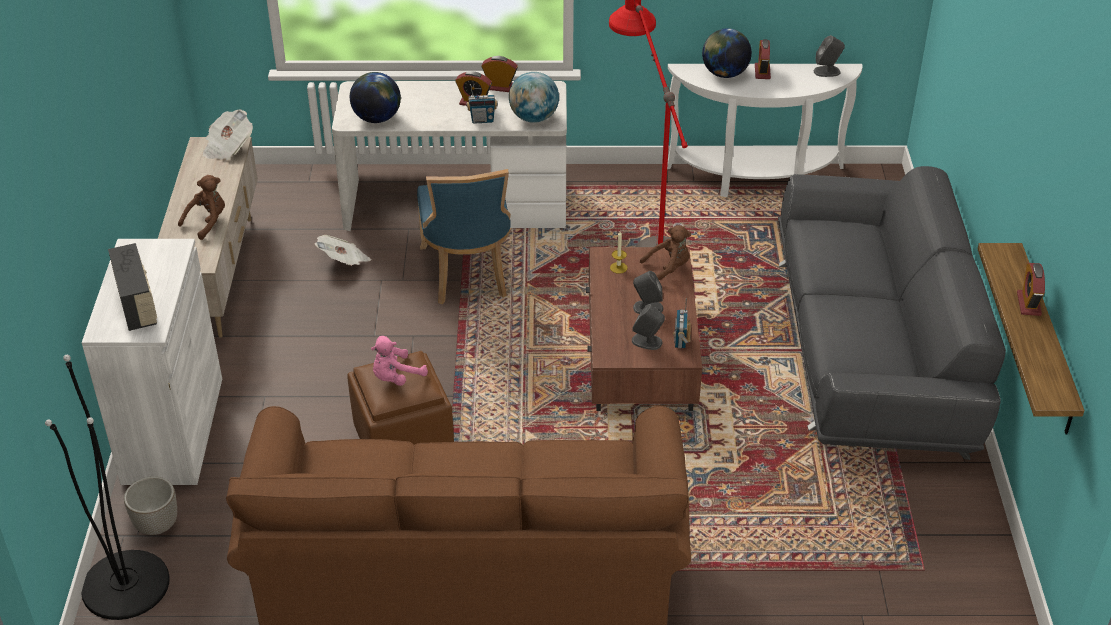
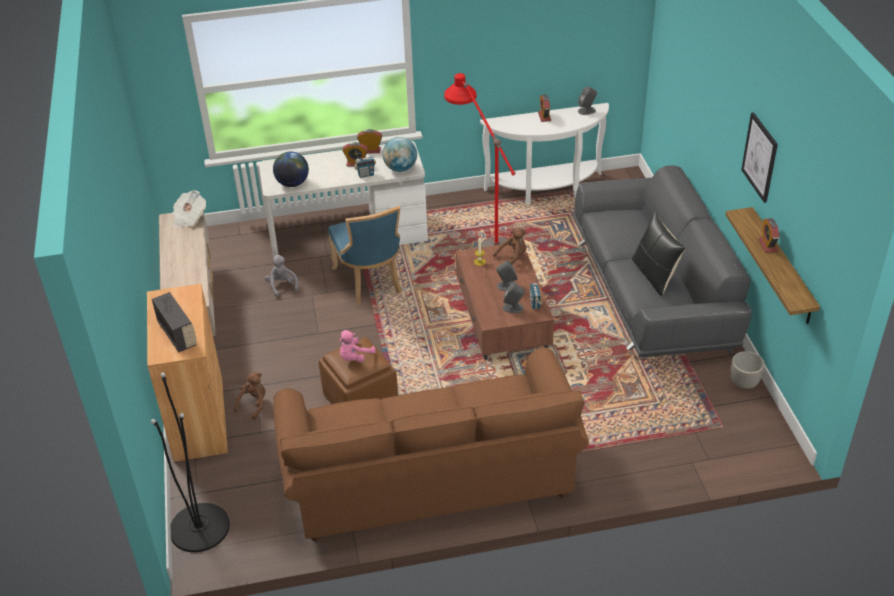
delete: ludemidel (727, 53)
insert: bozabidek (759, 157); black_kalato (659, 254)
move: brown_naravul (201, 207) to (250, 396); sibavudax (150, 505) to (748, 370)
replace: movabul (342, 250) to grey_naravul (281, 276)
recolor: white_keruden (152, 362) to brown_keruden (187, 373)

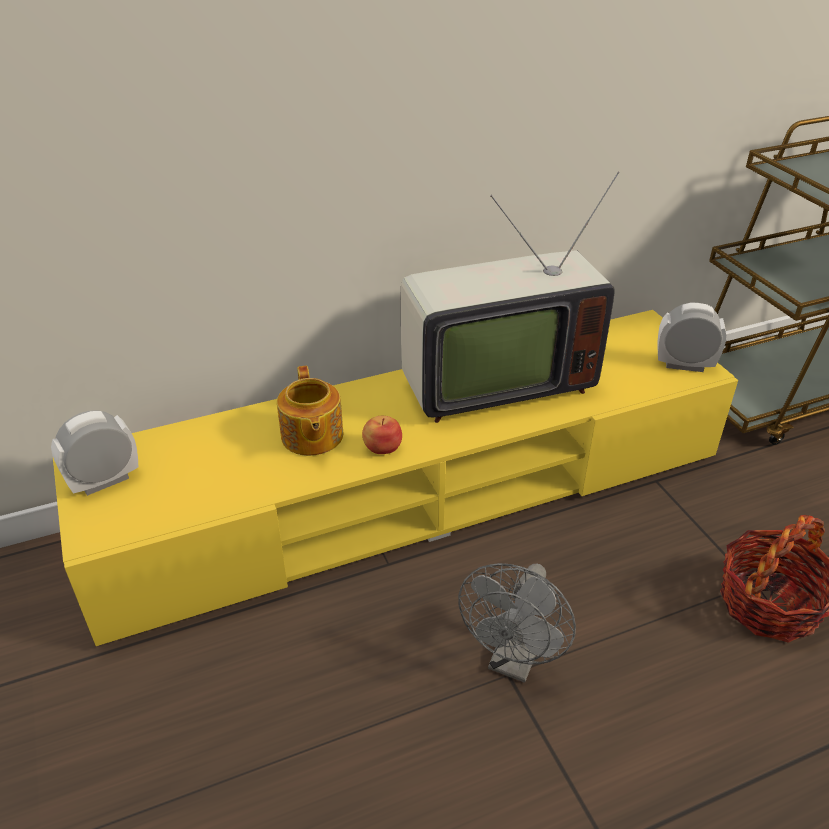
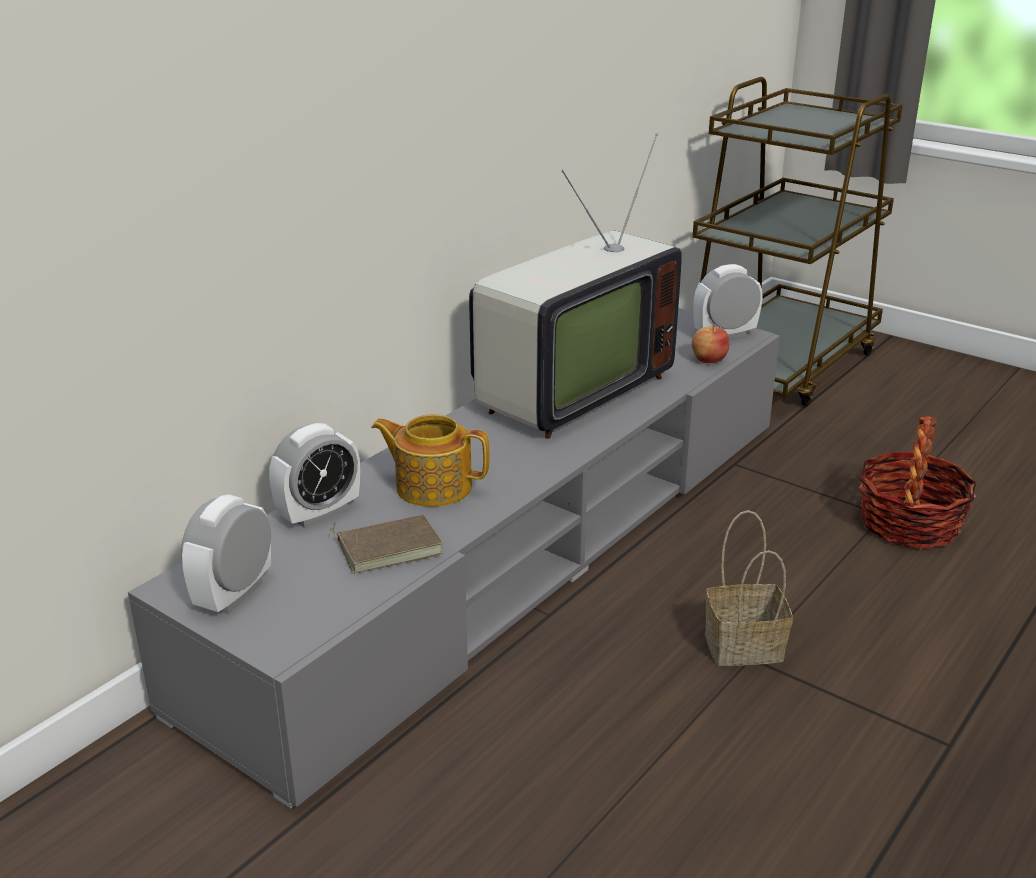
insert: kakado (314, 475); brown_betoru (388, 544)
move: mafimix (382, 435) to (710, 344)
replace: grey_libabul (517, 623) to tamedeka (749, 588)
recolor: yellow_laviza (395, 478) to grey_laviza (454, 558)
rotate: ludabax (310, 411) = (430, 460) 150 degrees clockwise

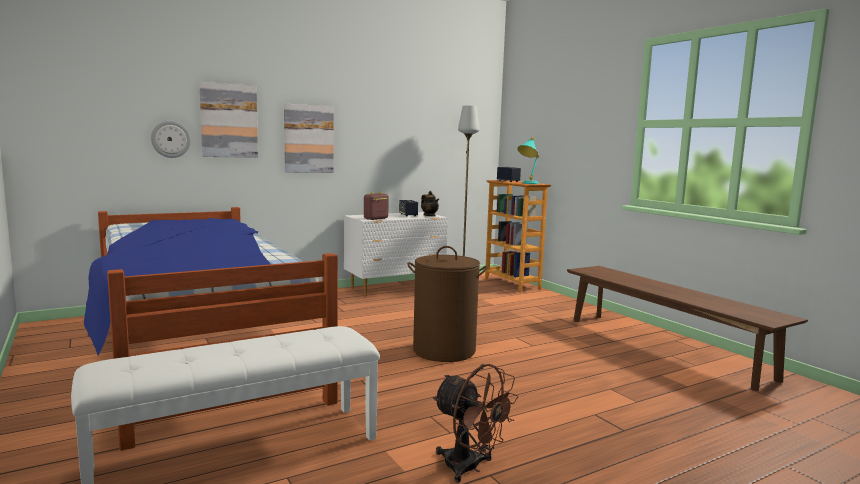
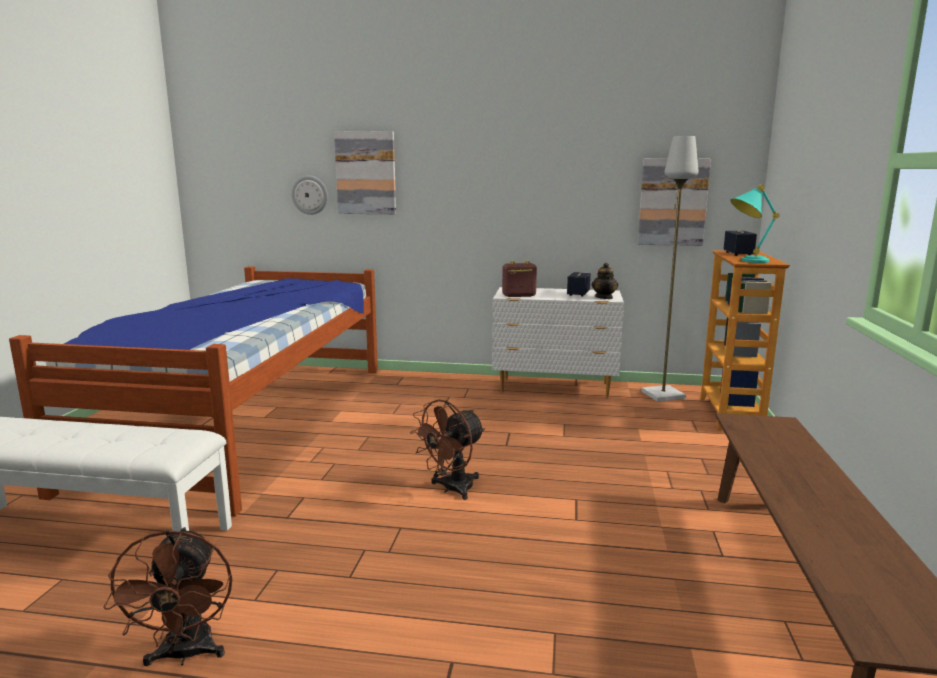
move: bozabidek (309, 138) to (674, 202)
replace: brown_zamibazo (447, 304) to brown_libabul (447, 449)

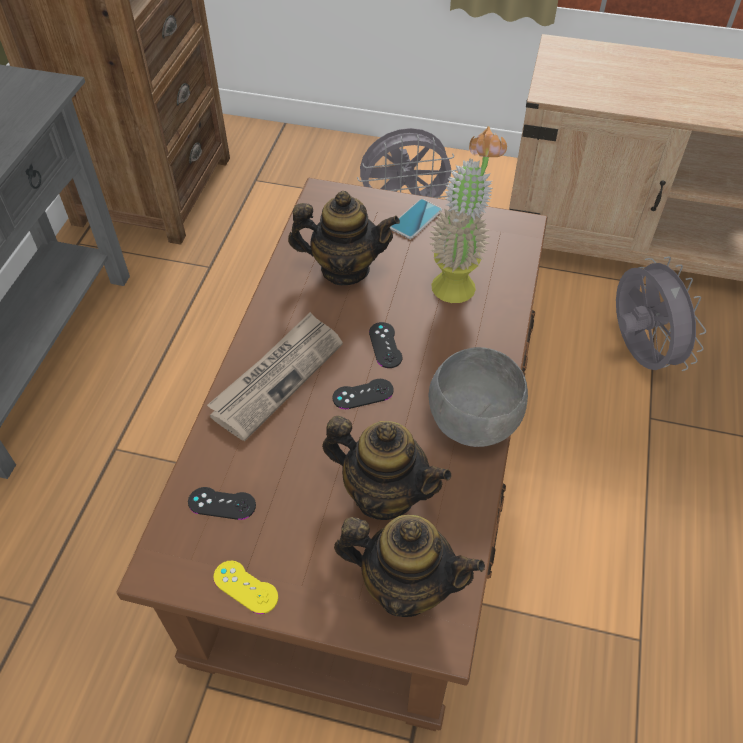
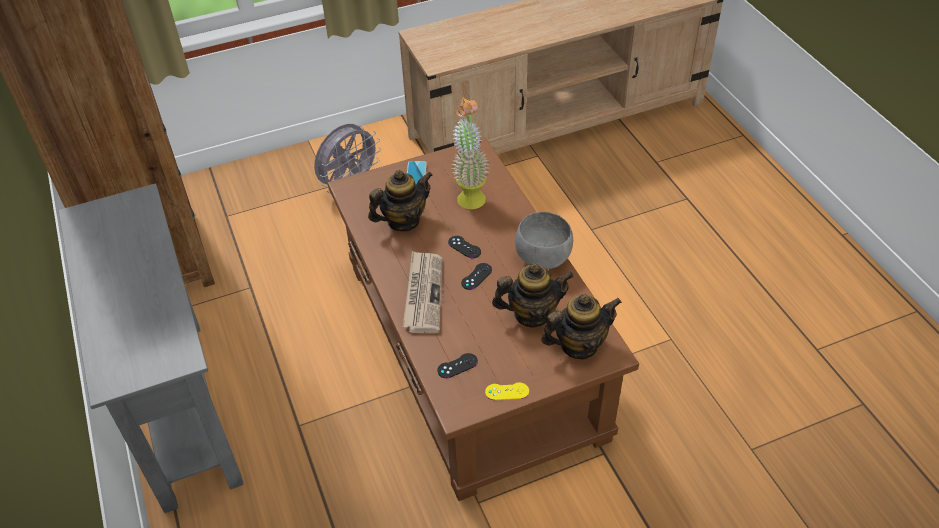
delete: grey_libabul (661, 314)

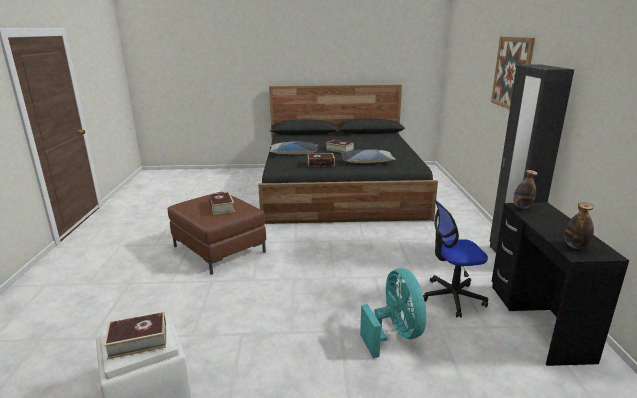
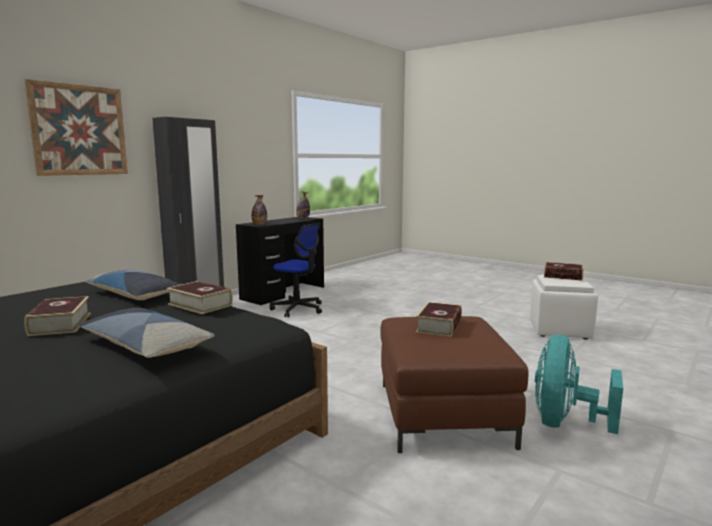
move: turquoise_libabul (393, 313) to (579, 384)

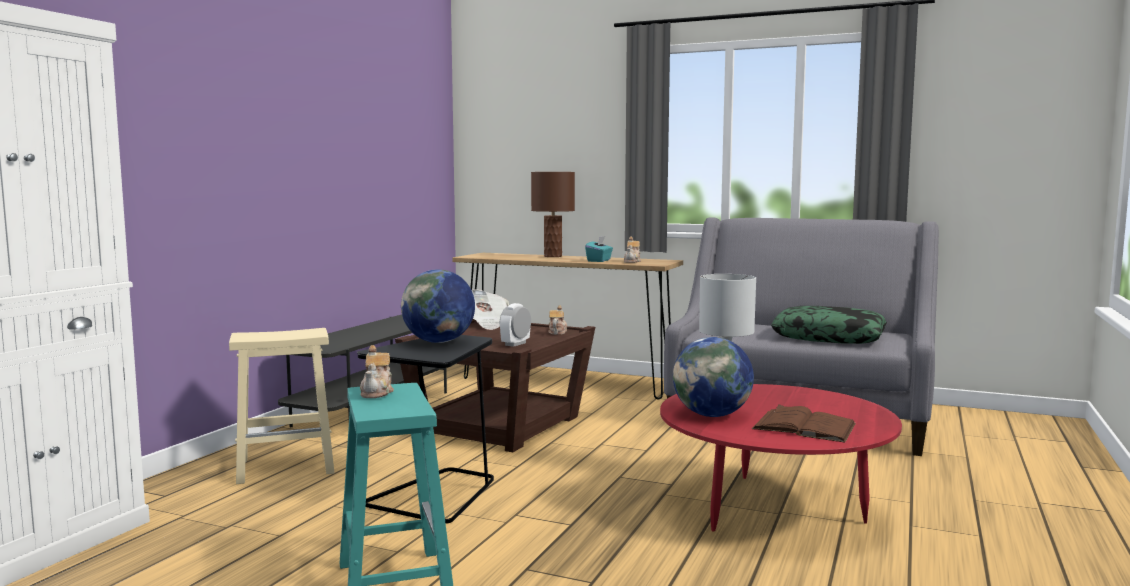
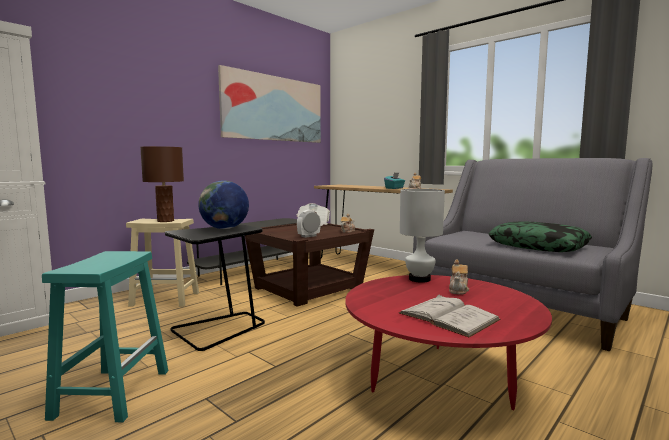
delete: ludemidel (713, 377)
insert: bozabidek (269, 104)
move: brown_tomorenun (553, 214) to (162, 184); ludabax (377, 371) to (459, 277)
recolor: brown_betoru (804, 423) to white_betoru (450, 316)

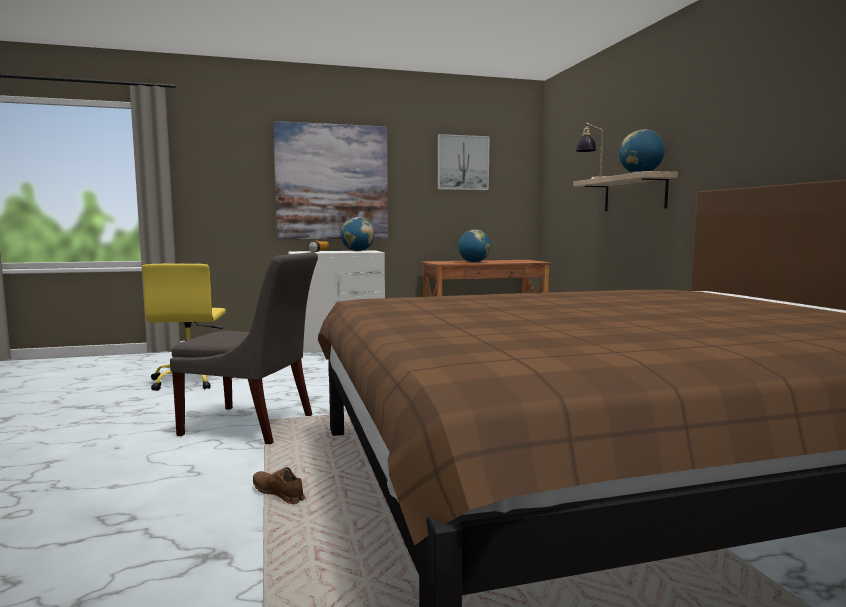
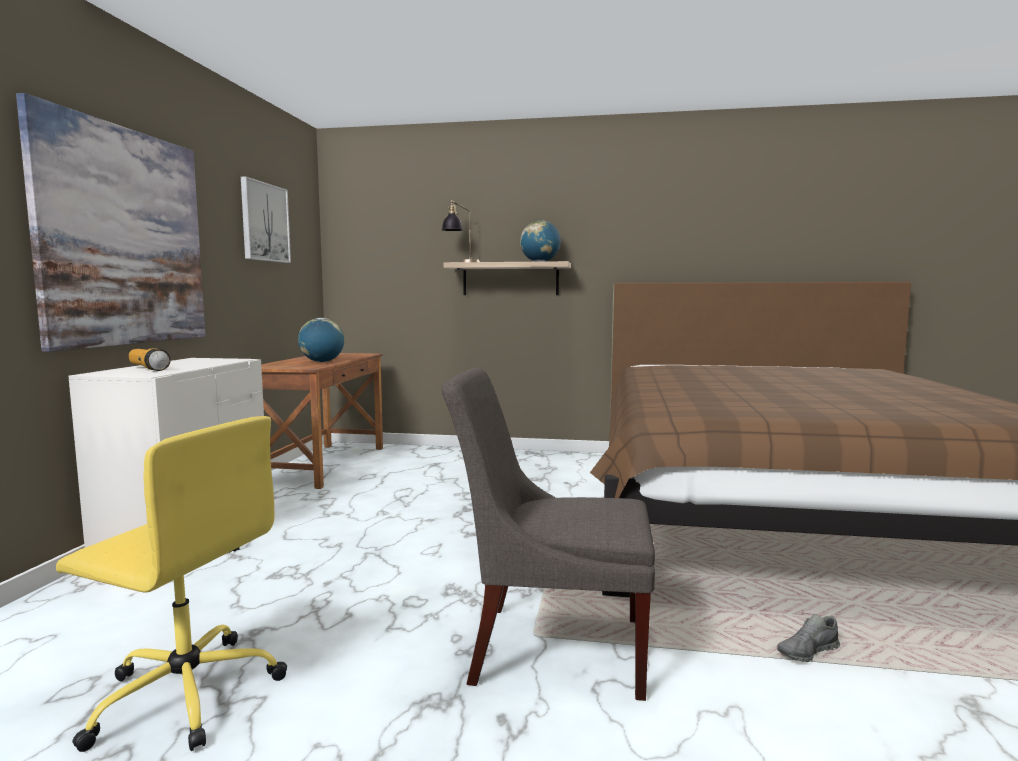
delete: ludemidel (357, 234)
recolor: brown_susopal (279, 485) to grey_susopal (808, 638)
rotate: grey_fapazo (244, 348) = (548, 534) 120 degrees counterclockwise

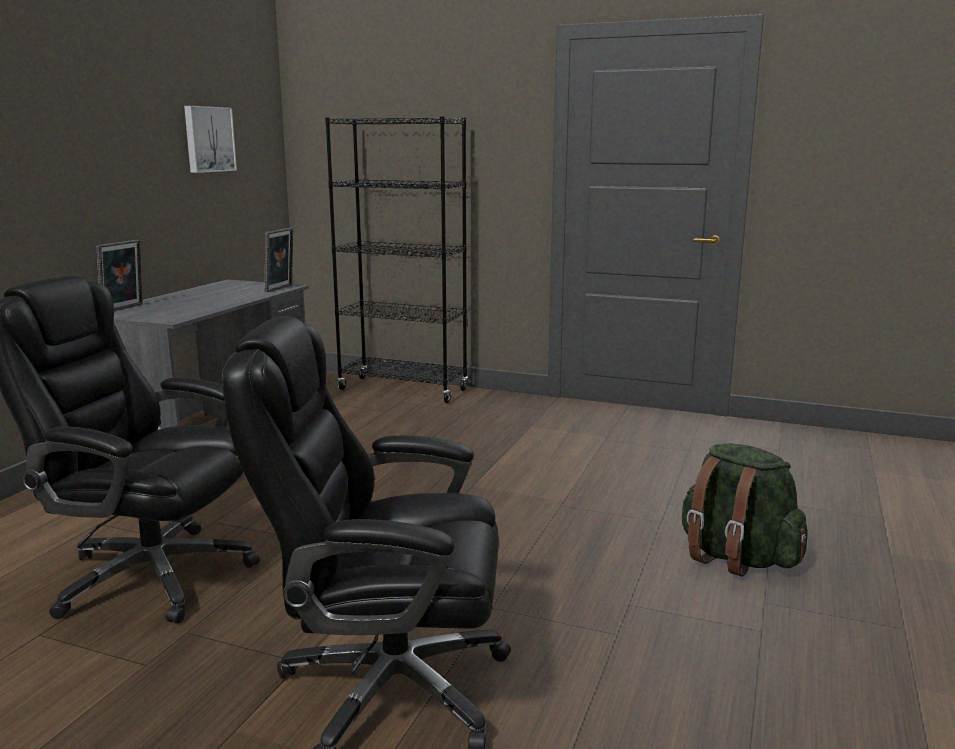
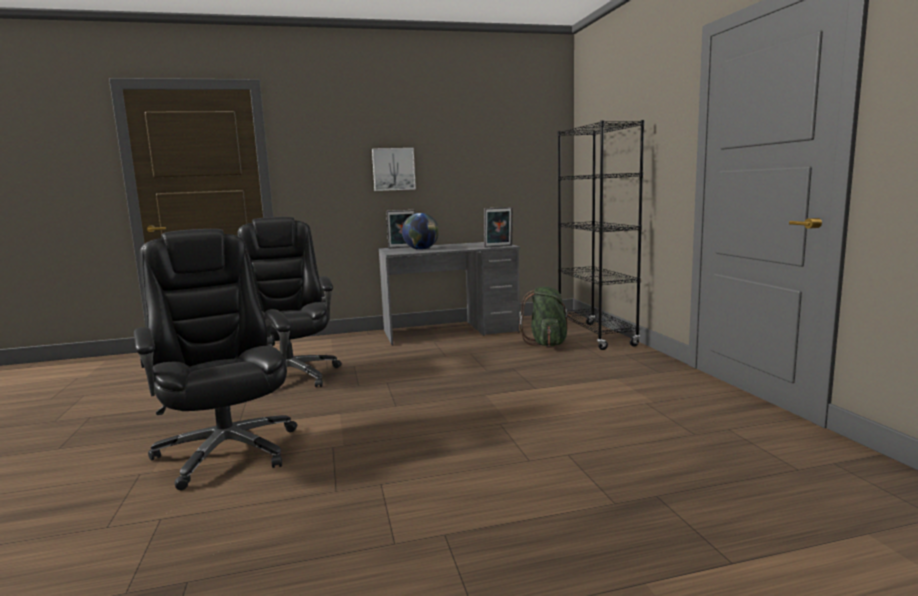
insert: ludemidel (420, 231)
move: bozabidek (210, 139) to (394, 169); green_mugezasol (745, 510) to (546, 316)

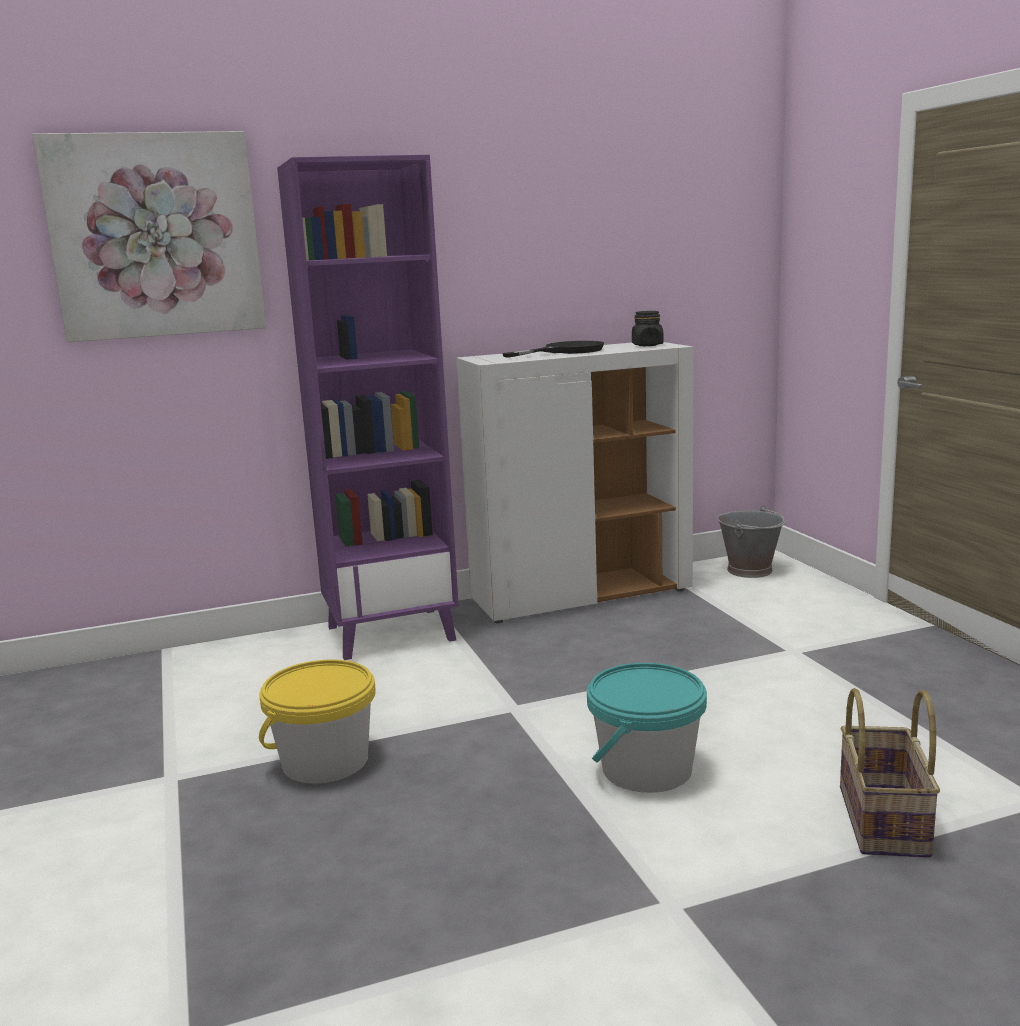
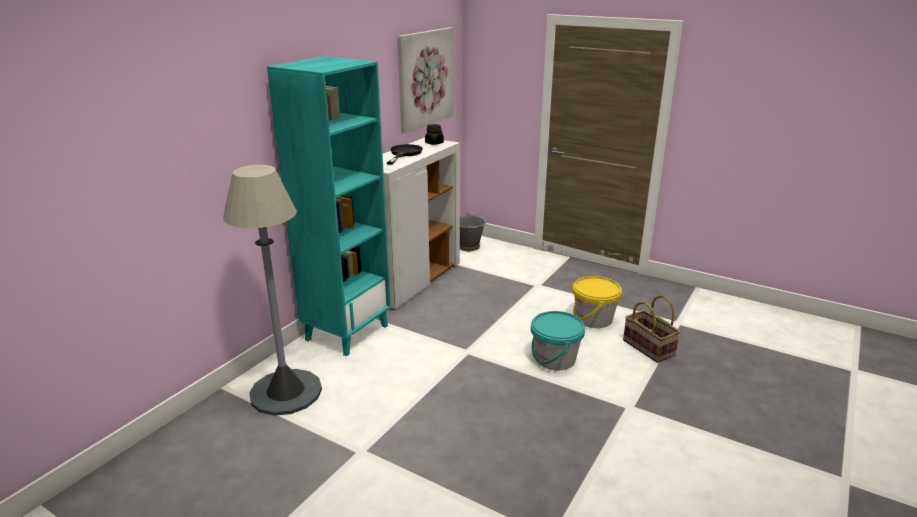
insert: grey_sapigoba (272, 290)
move: bozabidek (149, 236) to (425, 80); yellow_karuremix (317, 721) to (597, 302)
recolor: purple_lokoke (368, 407) to turquoise_lokoke (329, 206)

